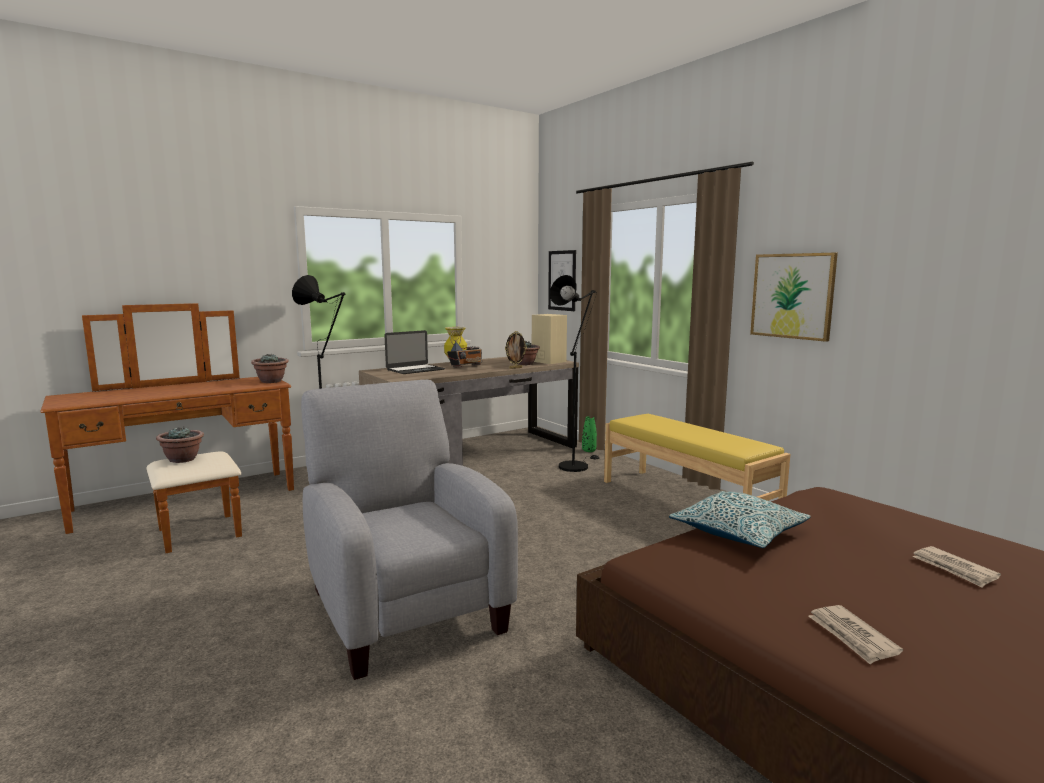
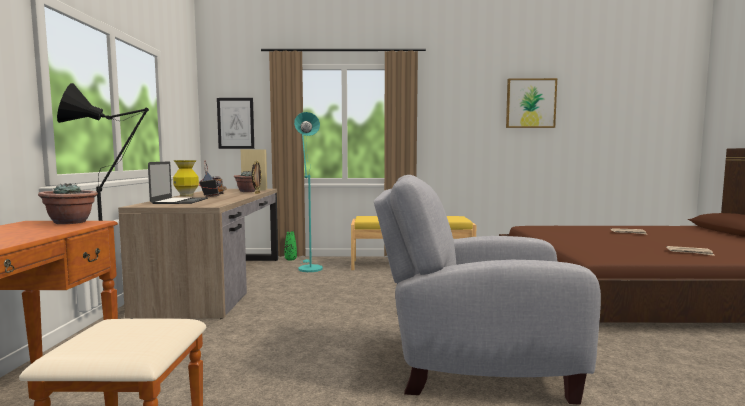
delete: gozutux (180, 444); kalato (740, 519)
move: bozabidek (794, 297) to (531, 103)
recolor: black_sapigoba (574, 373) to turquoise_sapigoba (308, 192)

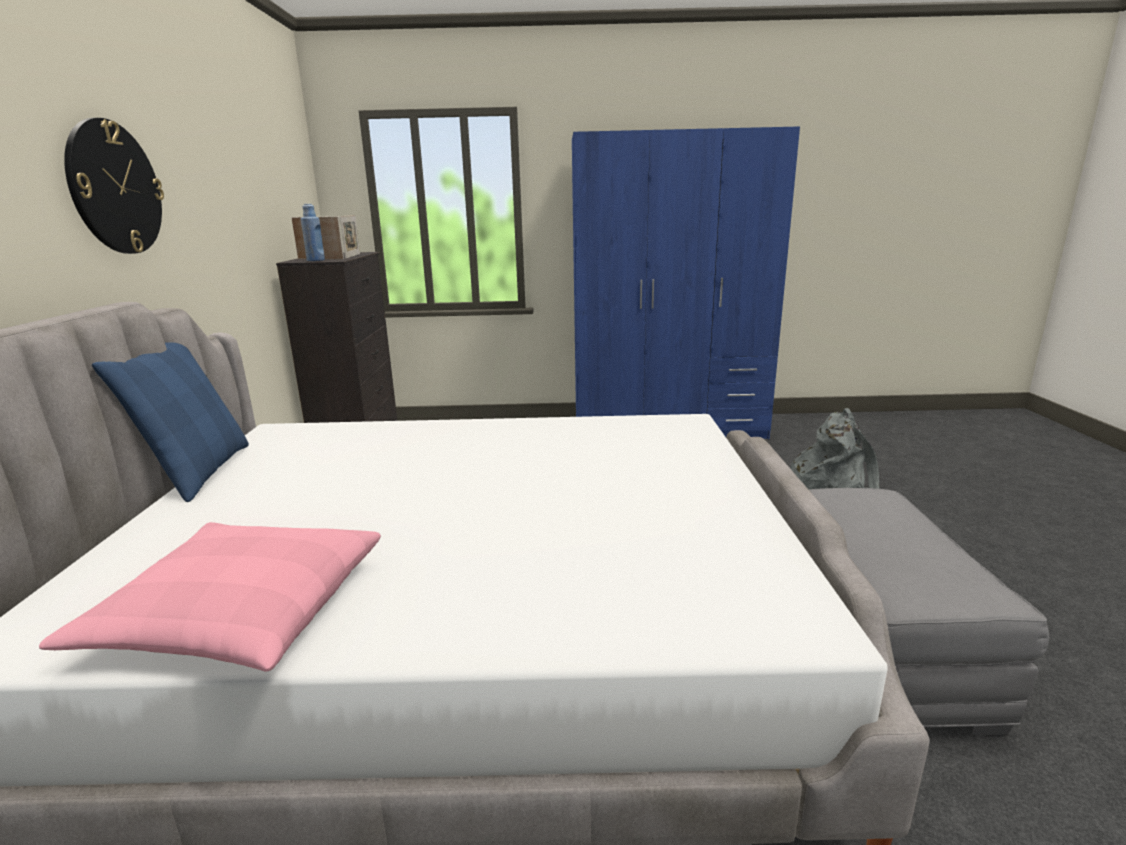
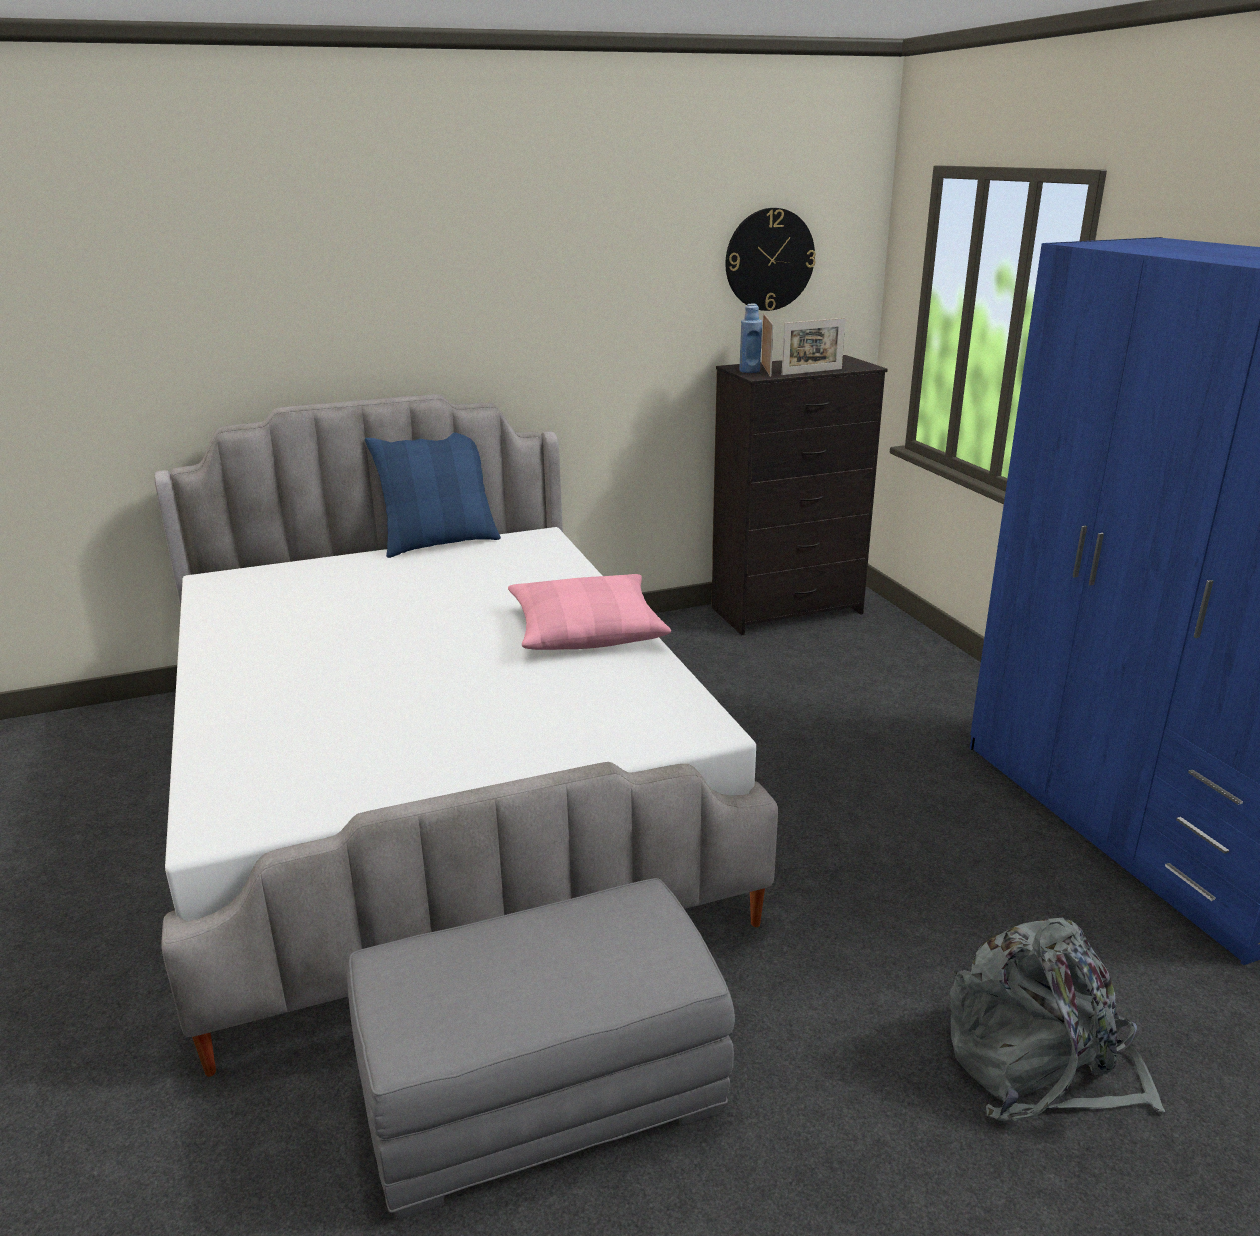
move: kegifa (114, 186) to (770, 259); pink_kalato (210, 597) to (589, 612)

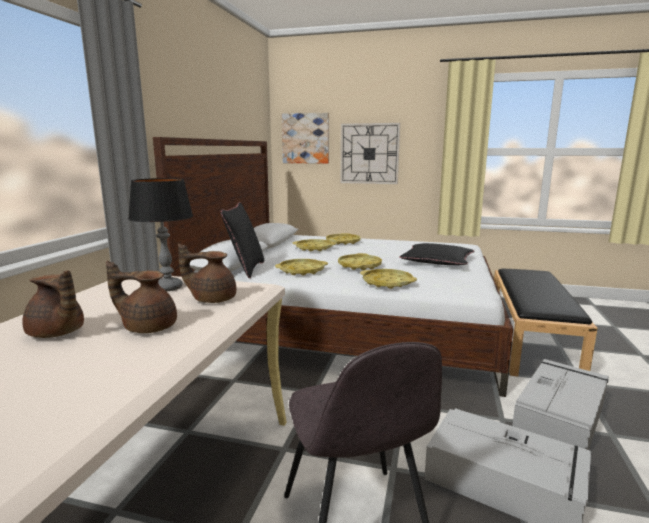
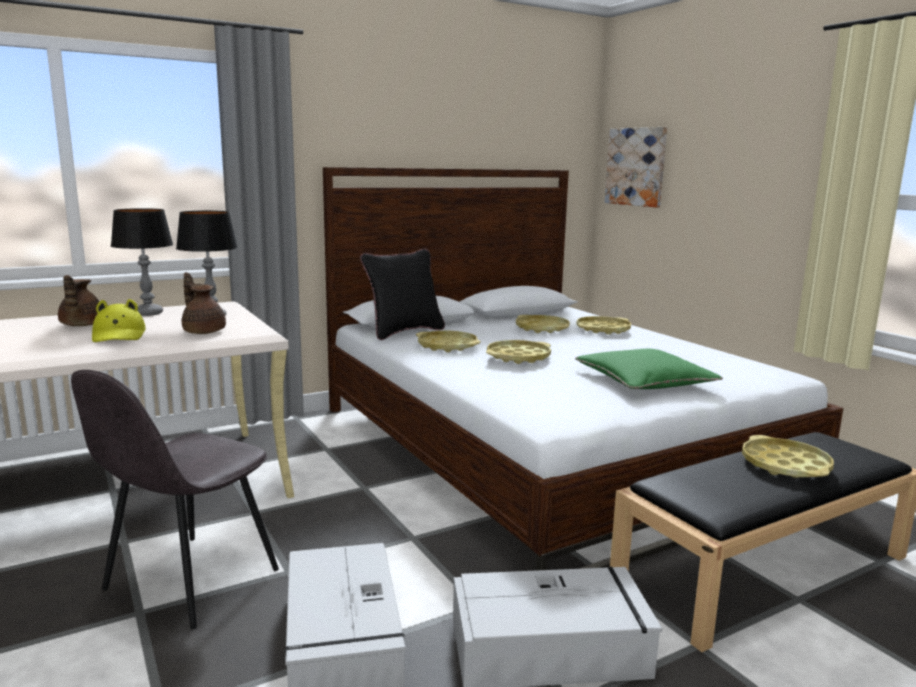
delete: kegifa (370, 153)
insert: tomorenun (142, 262)
move: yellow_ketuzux (388, 279) to (788, 456)
replace: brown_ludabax (141, 297) to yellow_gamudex (119, 320)
recolor: black_kalato (437, 254) to green_kalato (649, 369)

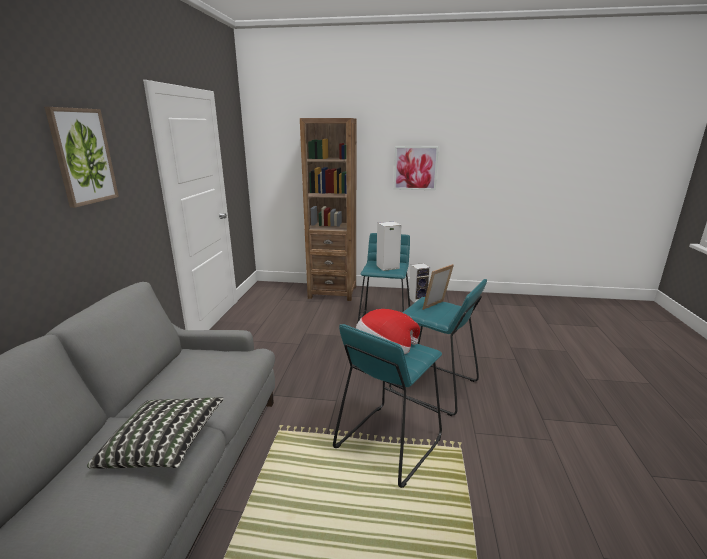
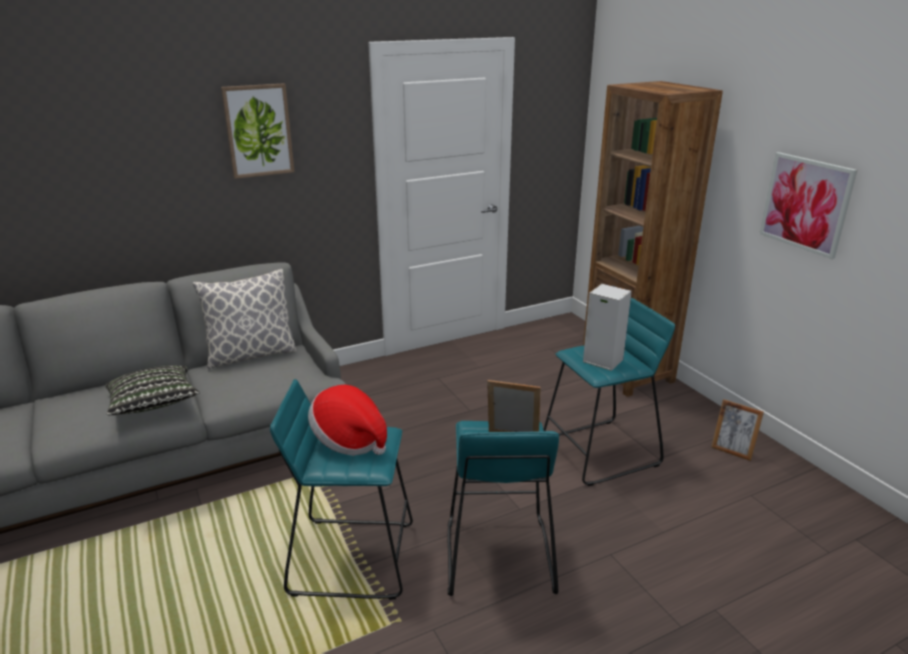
insert: kalato (245, 319)
replace: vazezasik (419, 283) to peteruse (737, 430)

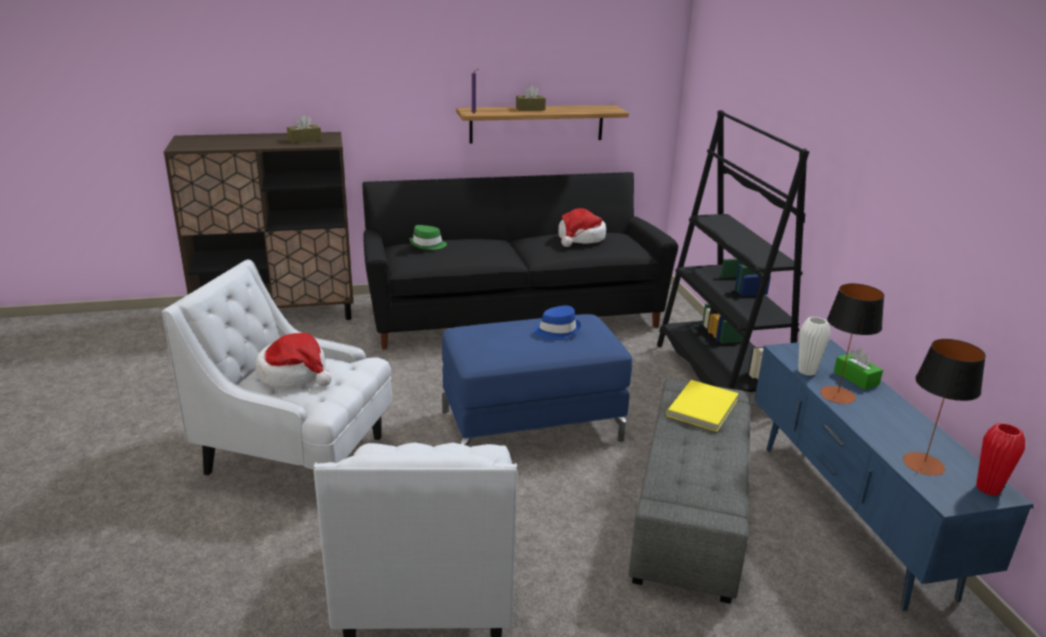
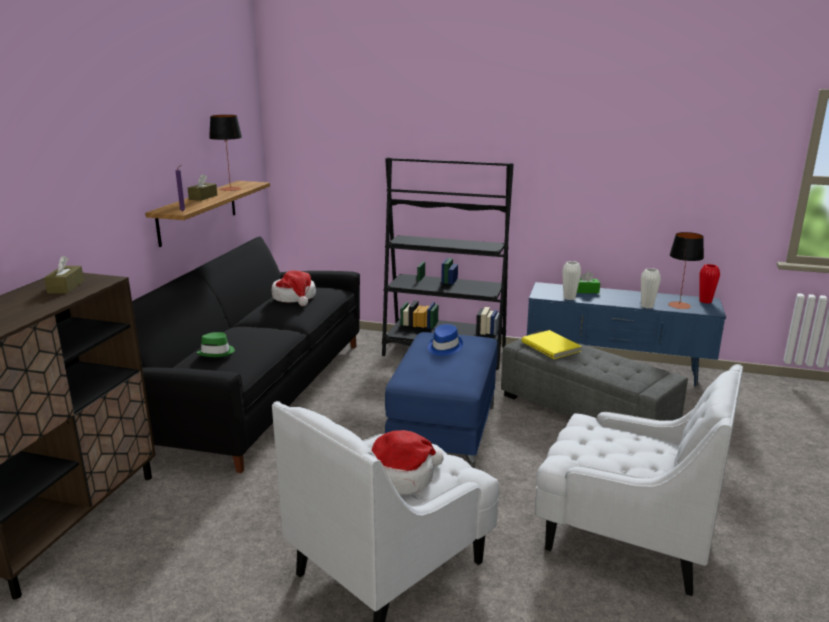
insert: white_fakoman (651, 288)
move: tomorenun (852, 343) to (225, 153)

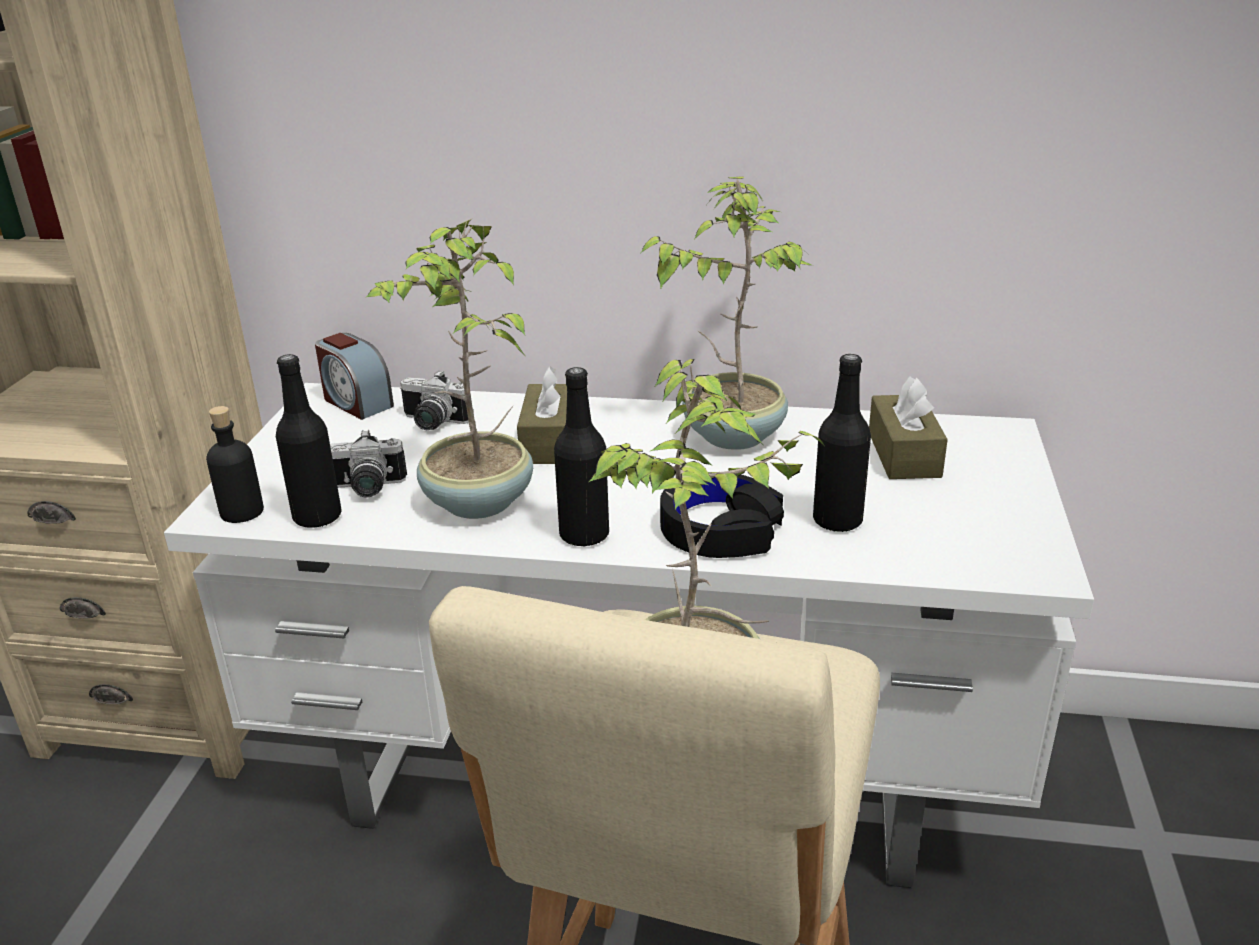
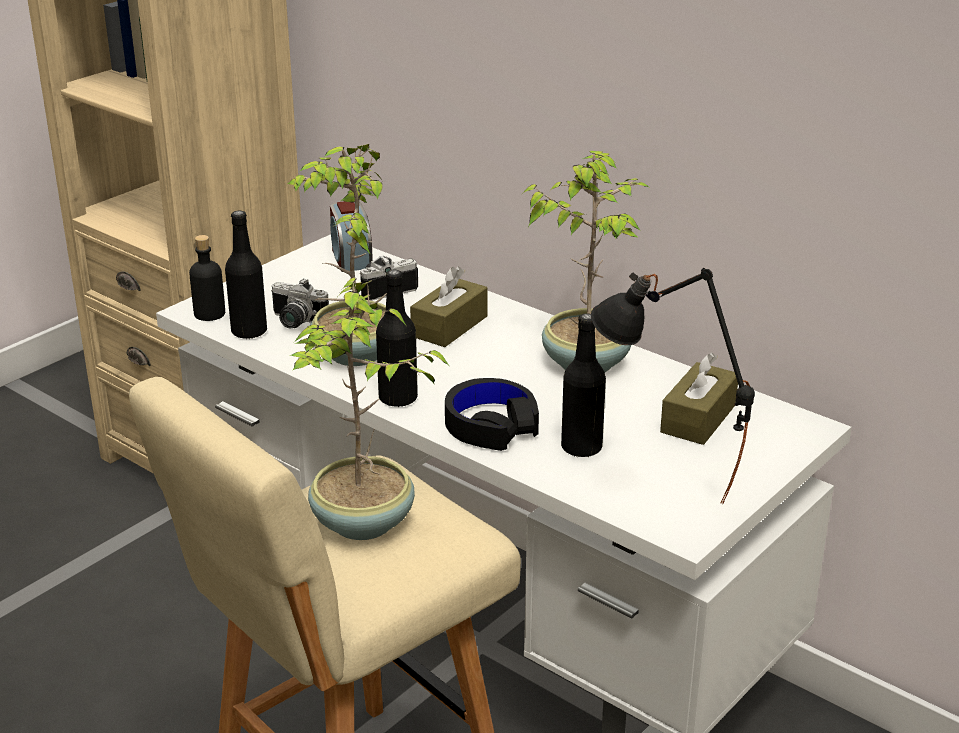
insert: black_tomorenun (673, 386)
rotate: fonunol (434, 400) = (389, 278) 105 degrees clockwise

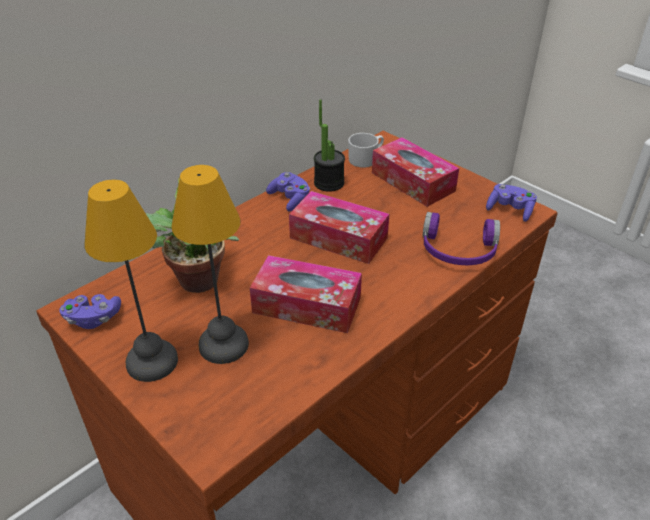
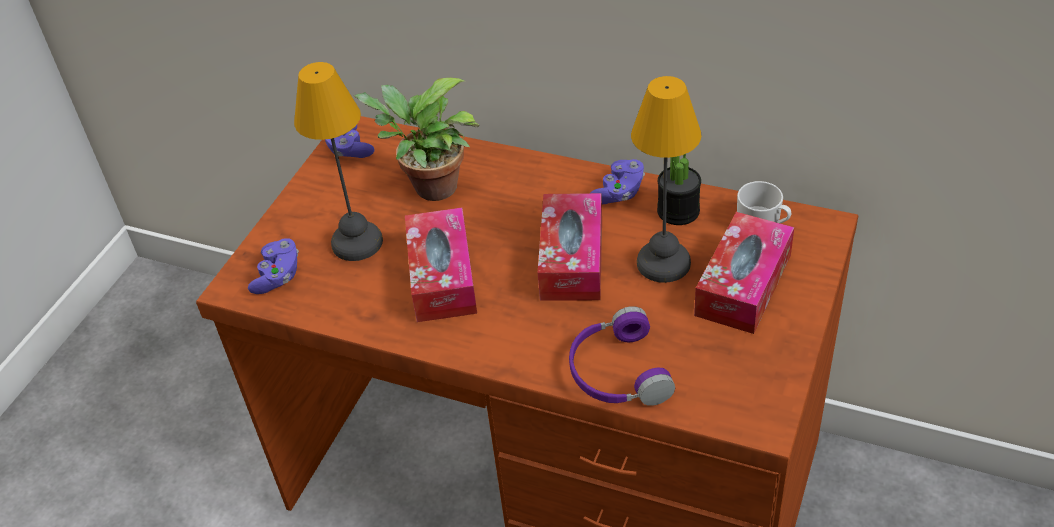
move: tomorenun (131, 281) to (666, 179); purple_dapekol (511, 203) to (273, 266)

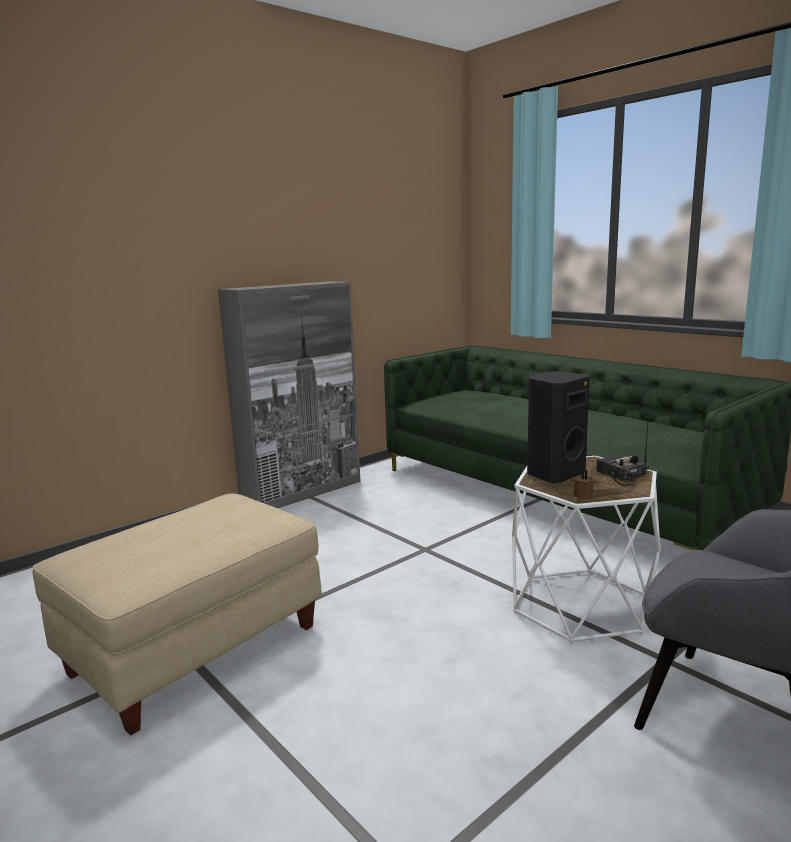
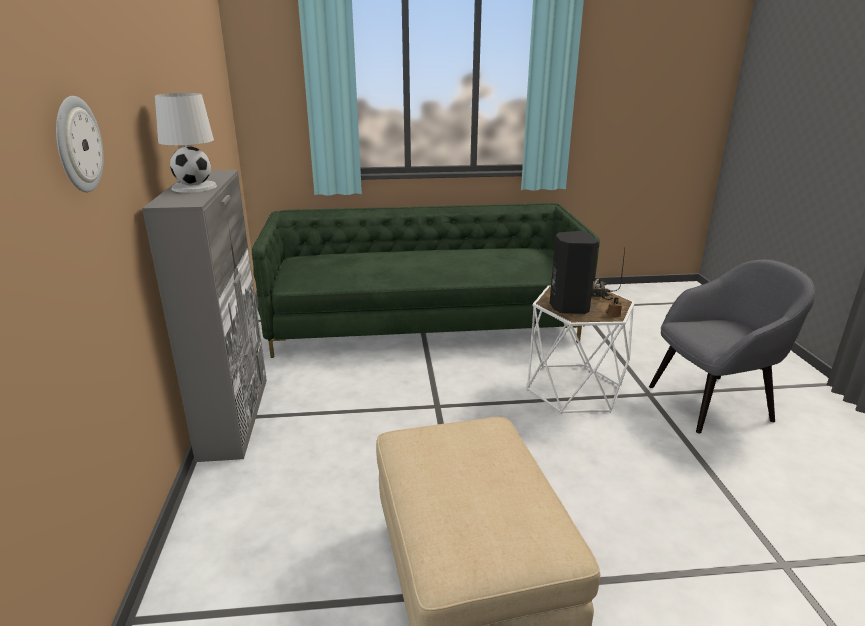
insert: white_tomorenun (186, 143); kegifa (80, 144)

